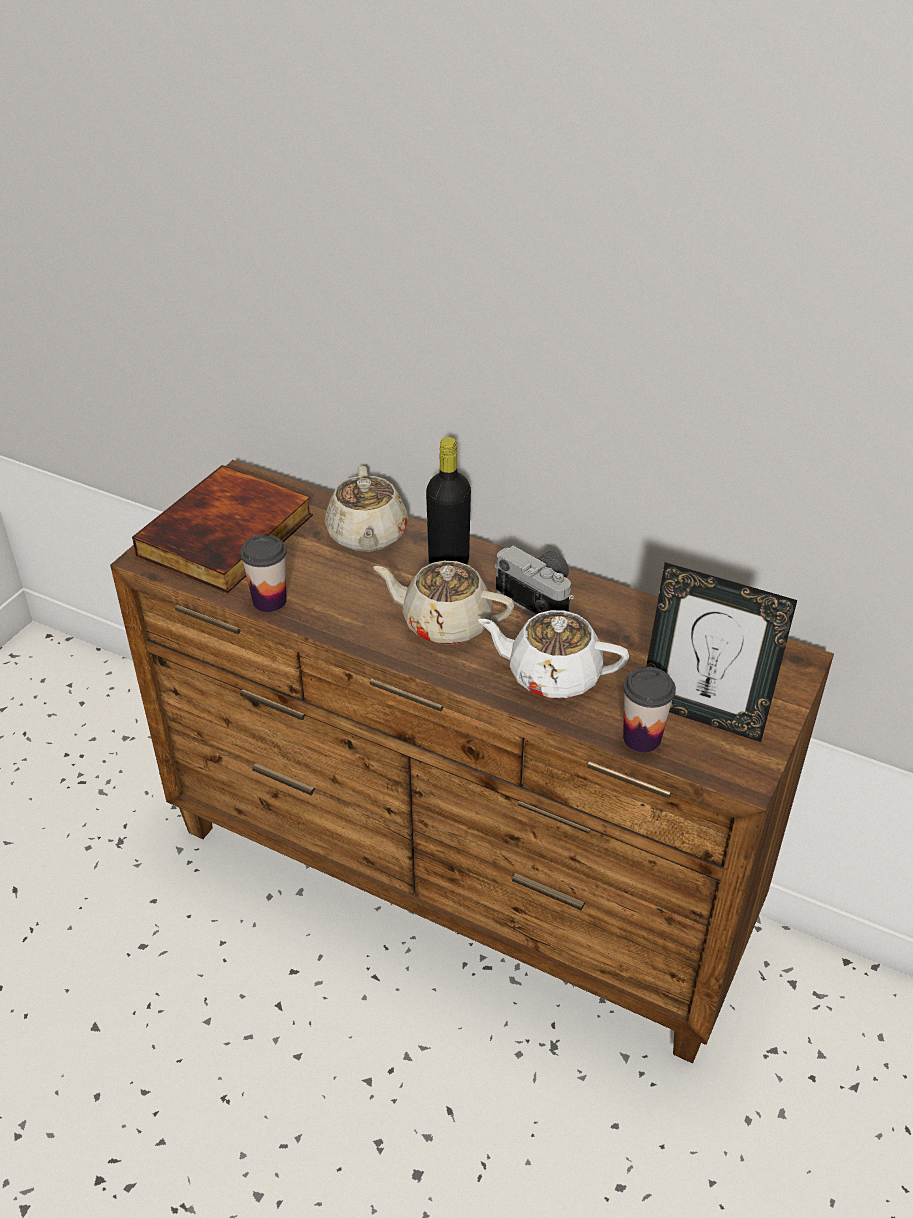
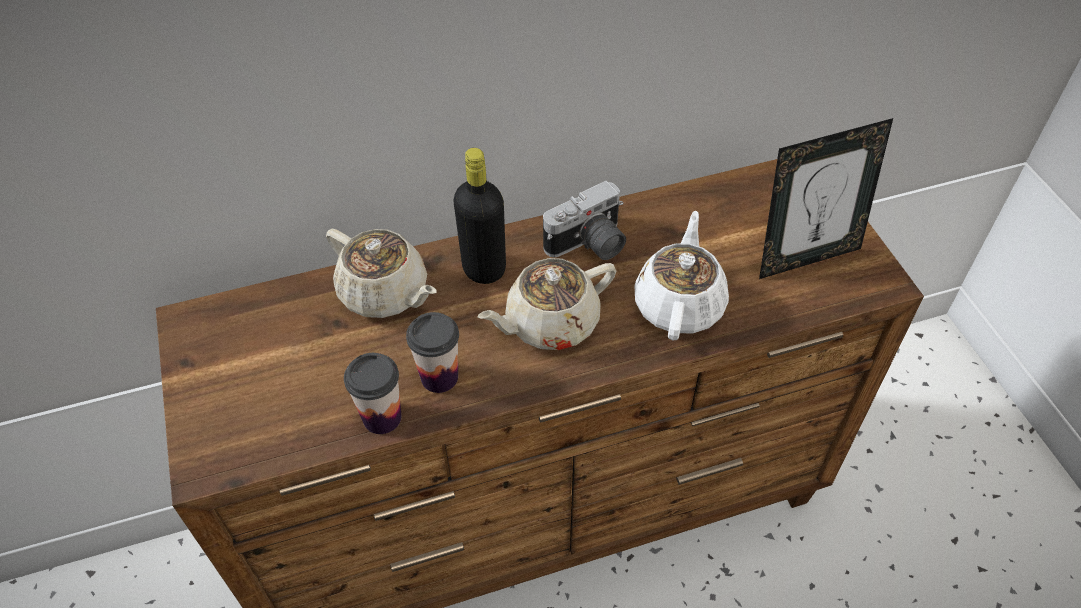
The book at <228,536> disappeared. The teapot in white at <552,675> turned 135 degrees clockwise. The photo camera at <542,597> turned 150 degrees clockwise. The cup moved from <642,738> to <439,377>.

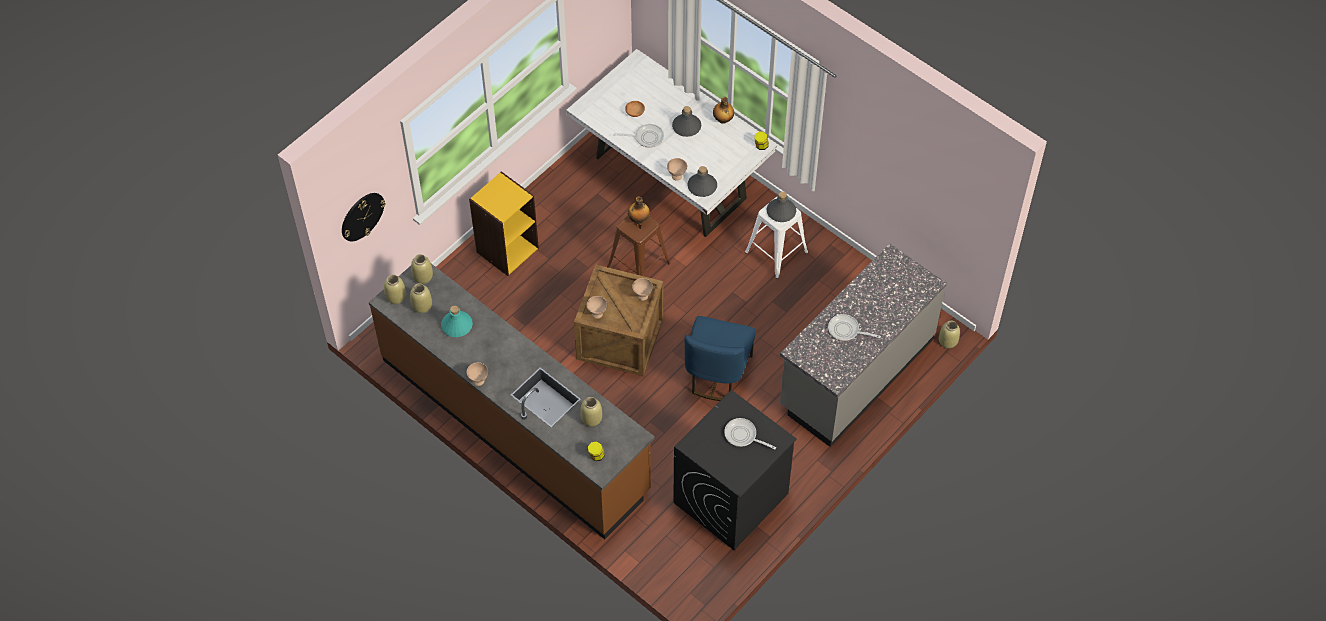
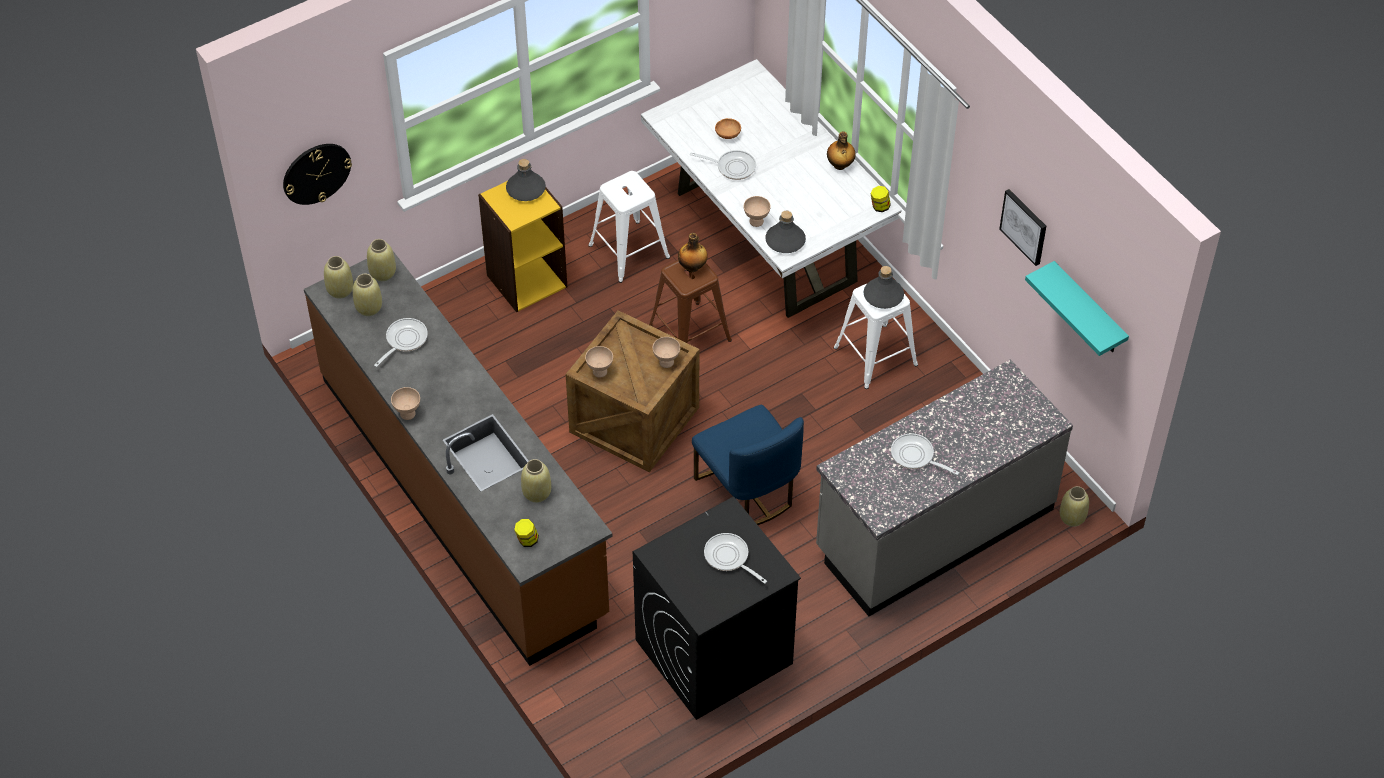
The bottle in turquoise at <456,325> was replaced by the frying pan at <404,340>. The bottle in grey moved from <687,127> to <526,189>. The chair in blue at <717,373> turned 60 degrees counterclockwise. The stool in white at <628,251> appeared. The picture at <1024,226> appeared. The shelf in turquoise at <1088,310> appeared.

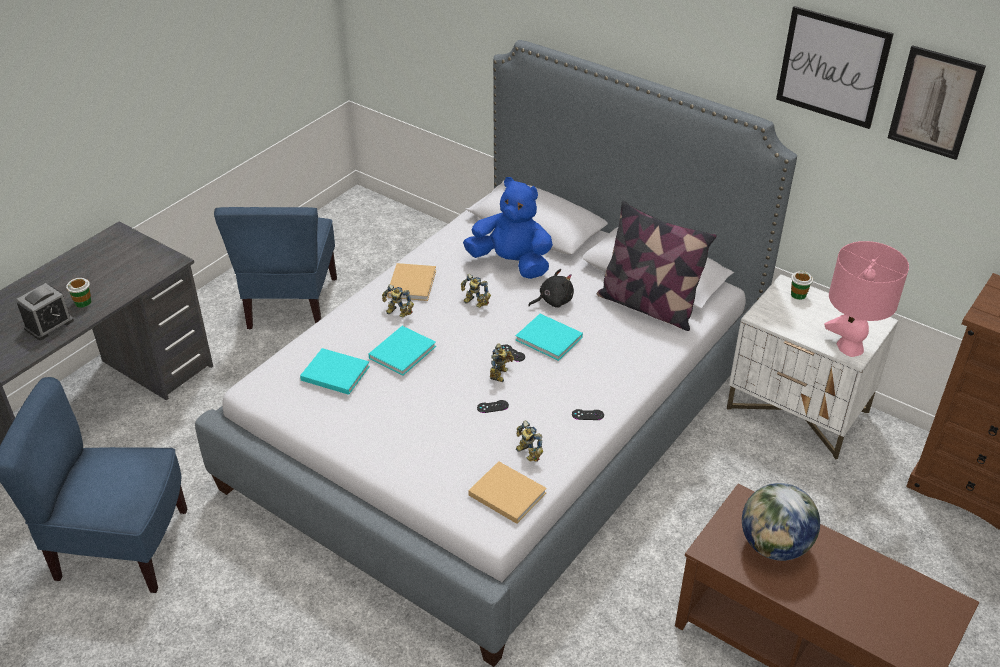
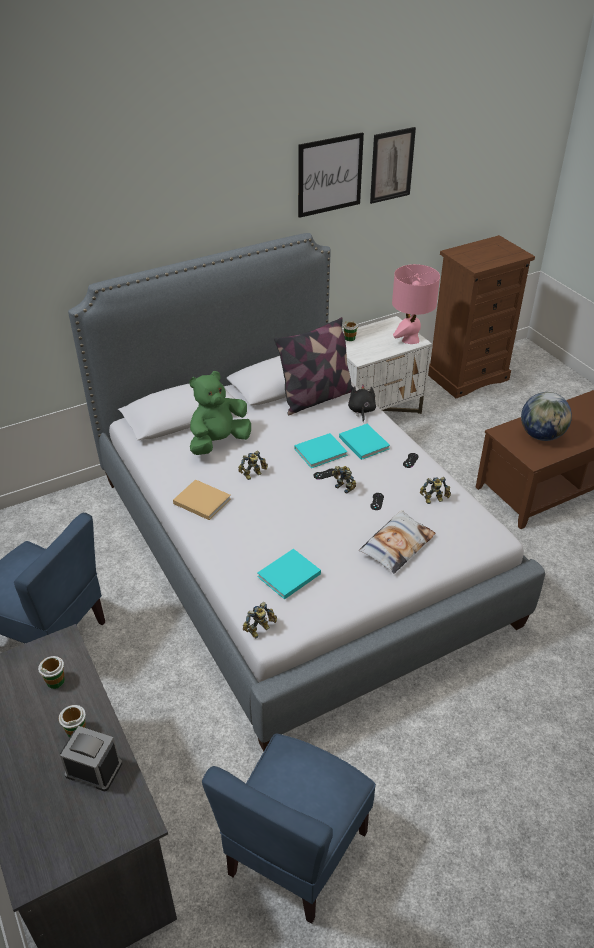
The alarm clock at <49,324> turned 45 degrees counterclockwise. The book in turquoise moved from <403,351> to <363,442>. The toy robot moved from <397,313> to <260,630>. The plush toy in blue at <511,263> became the plush toy in green at <218,442>. The book in beige at <505,493> disappeared. The plush toy in black moved from <553,301> to <361,411>. The cup at <55,681> appeared. The pillow at <396,545> appeared.

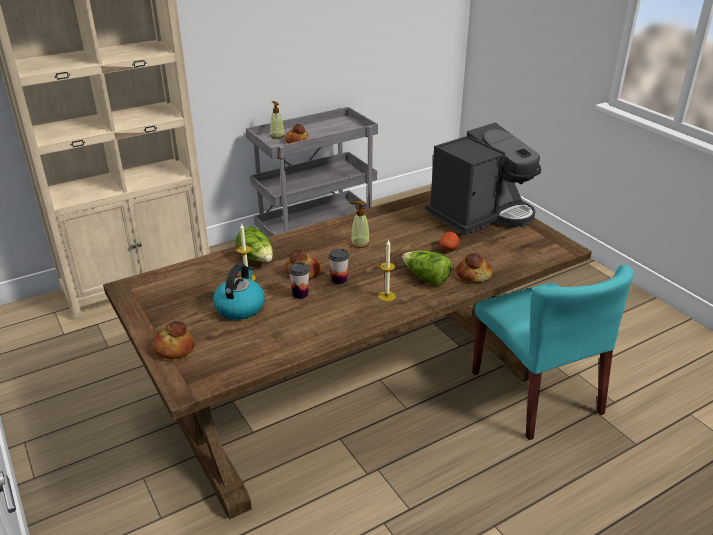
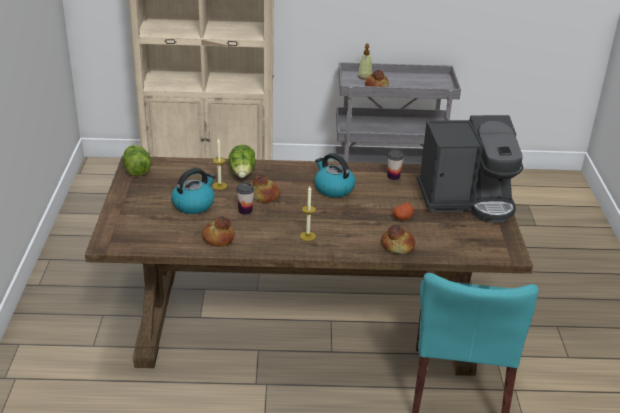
The bread moved from <173,349> to <217,238>. The cup moved from <339,280> to <393,176>. The soap dispenser at <360,243> was replaced by the kettle at <333,188>. The lettuce moved from <426,278> to <136,169>.

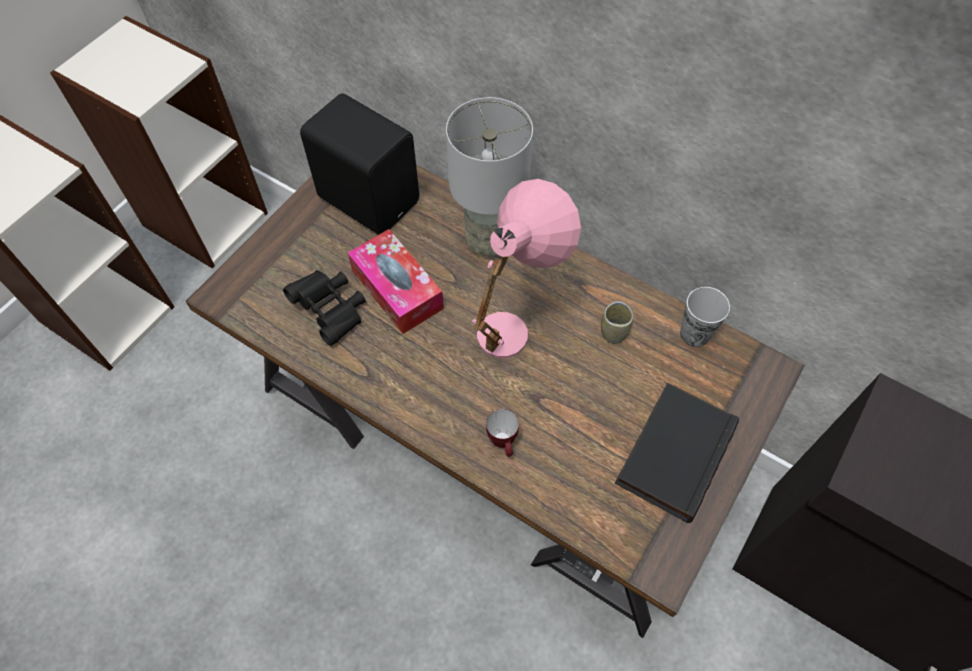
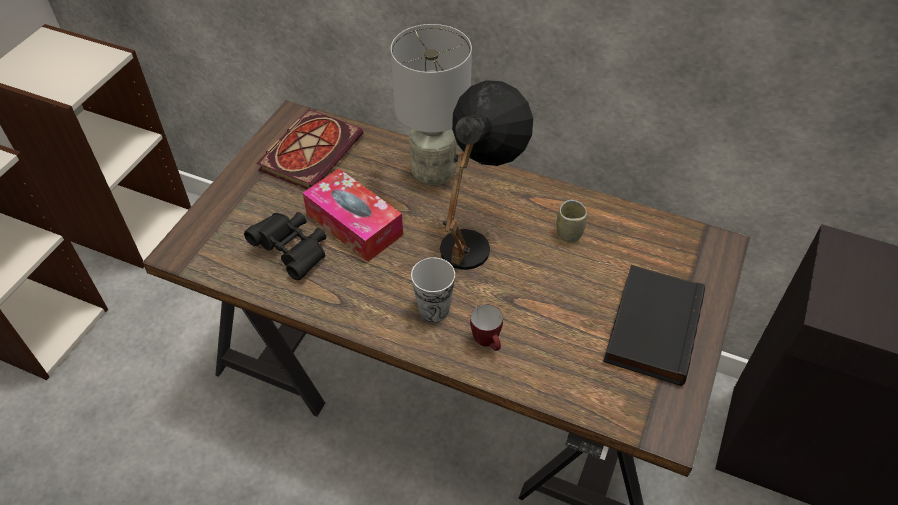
The speaker in black at <369,198> was replaced by the book at <311,151>. The table lamp in pink at <516,323> became the table lamp in black at <475,238>. The cup moved from <694,334> to <434,309>.

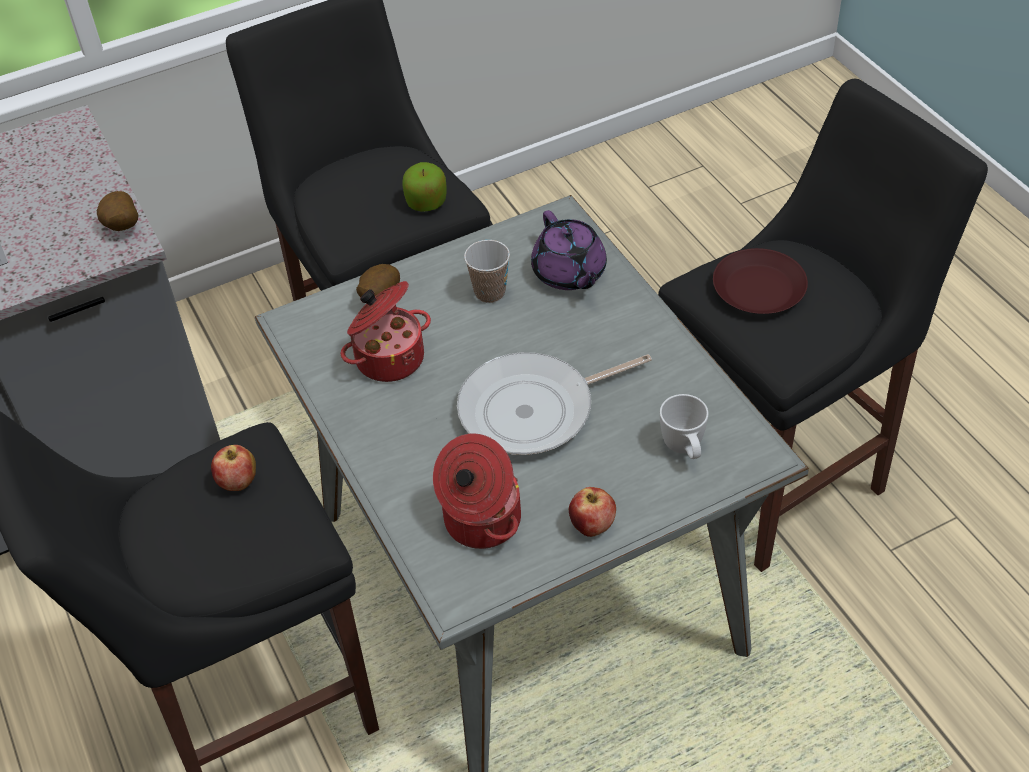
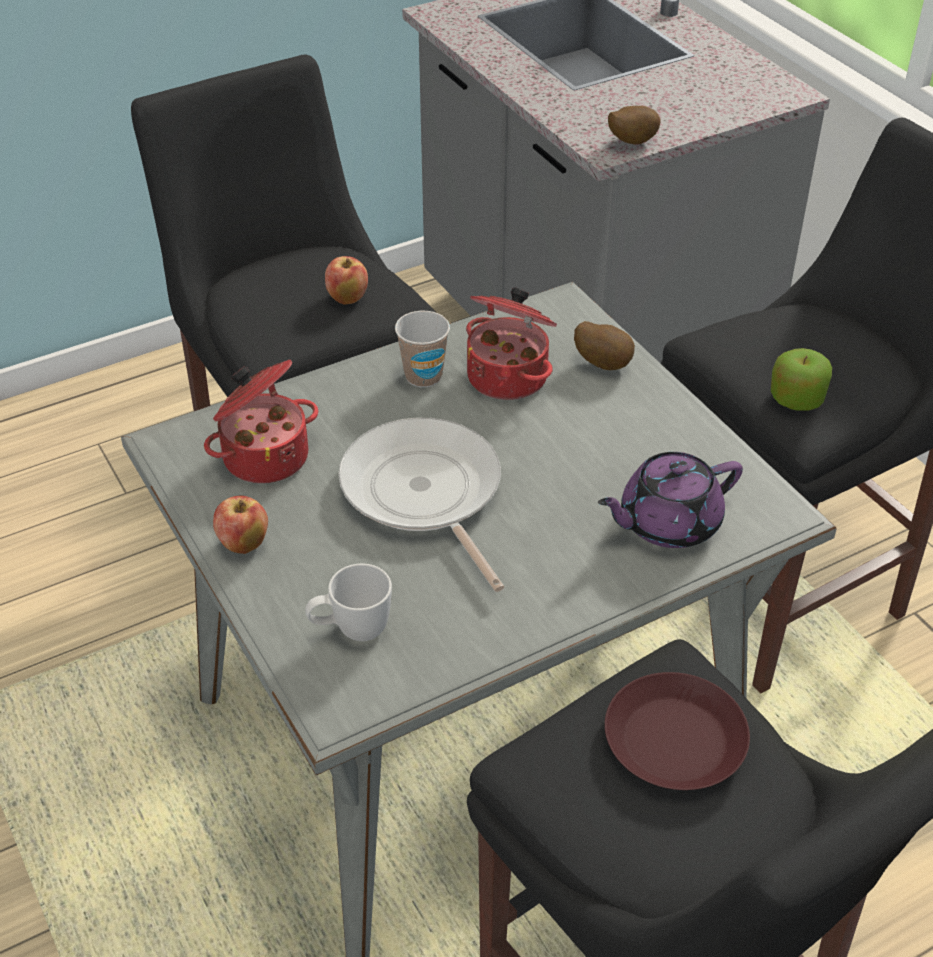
The cup moved from <490,293> to <423,376>.

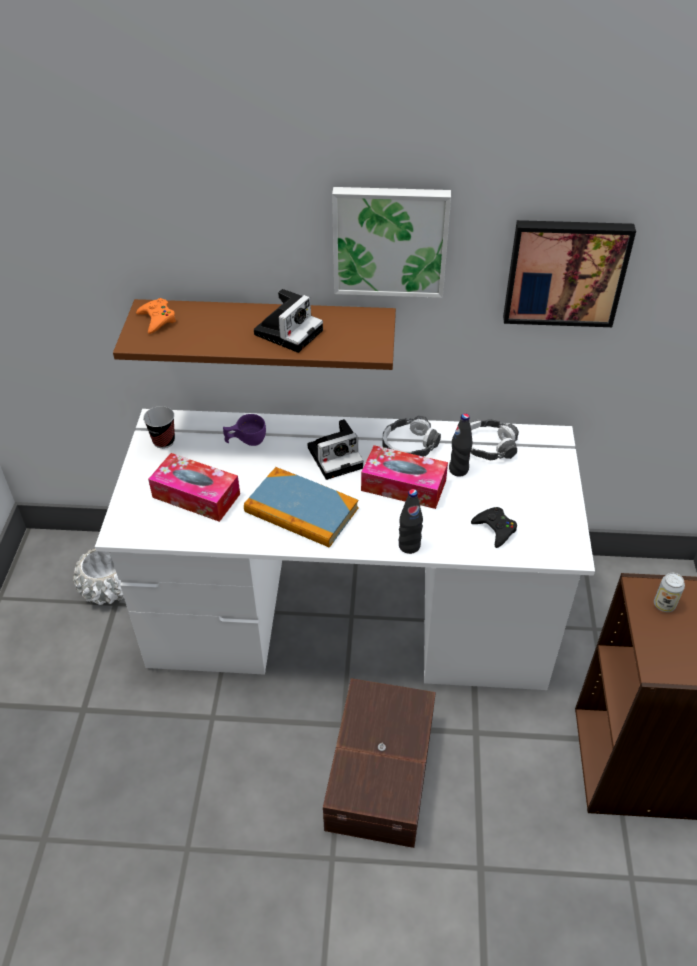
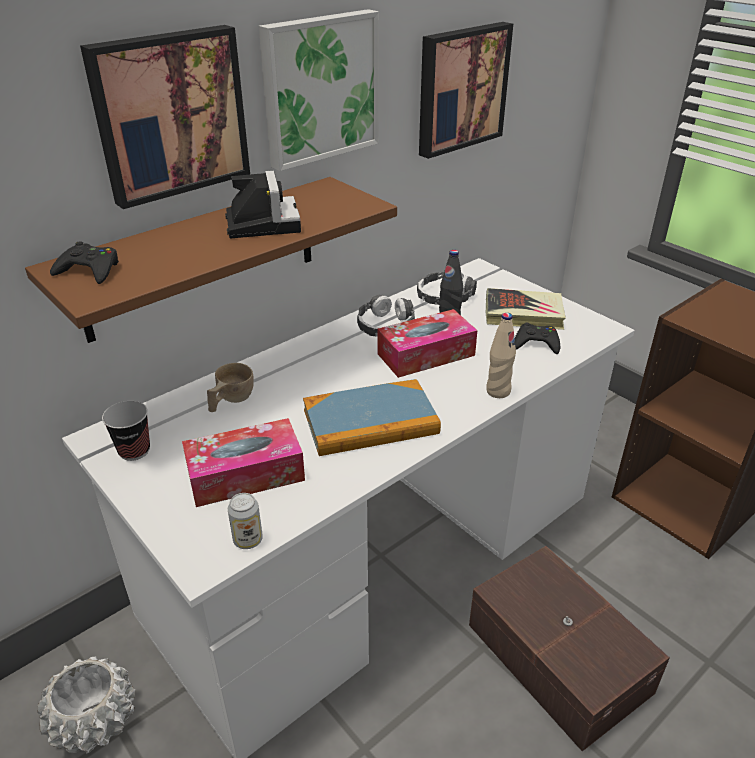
The game controller in orange at <157,319> became the game controller in black at <89,270>. The cup in purple at <245,441> became the cup in beige at <230,401>. The photo camera at <336,456> disappeared. The bottle in black at <409,546> became the bottle in beige at <498,391>. The can moved from <664,604> to <248,540>. The picture at <169,114> appeared. The book at <524,314> appeared.

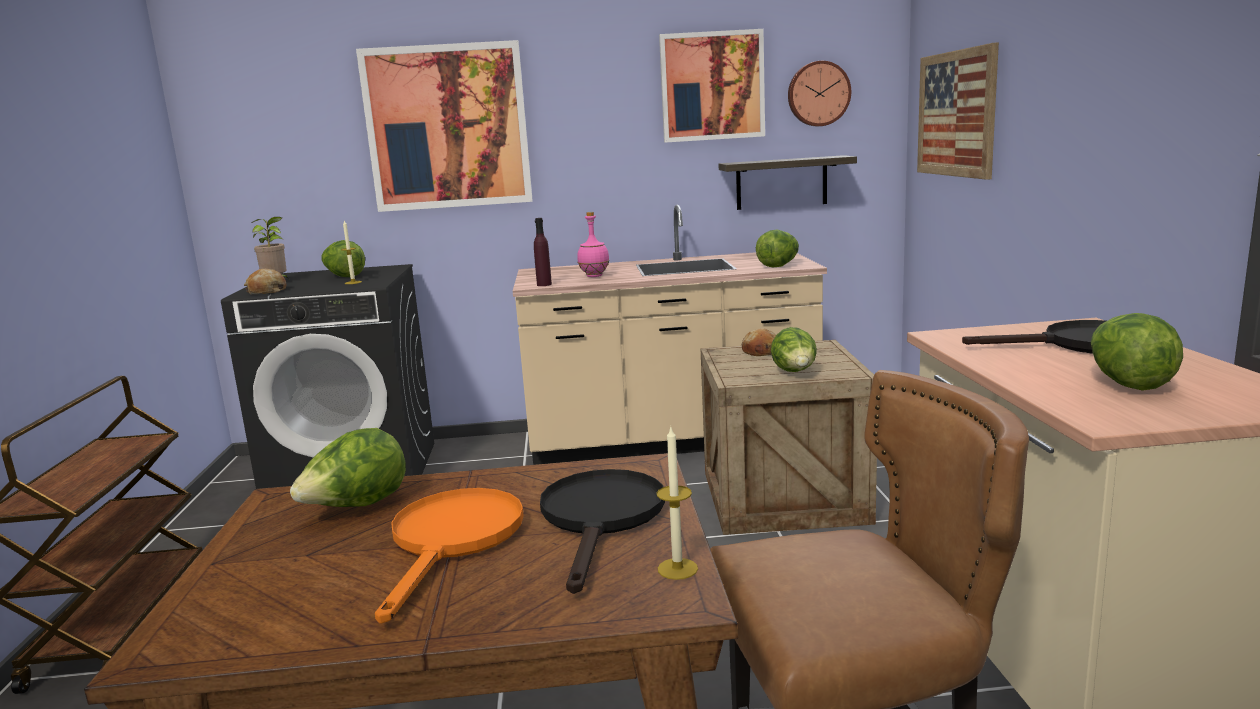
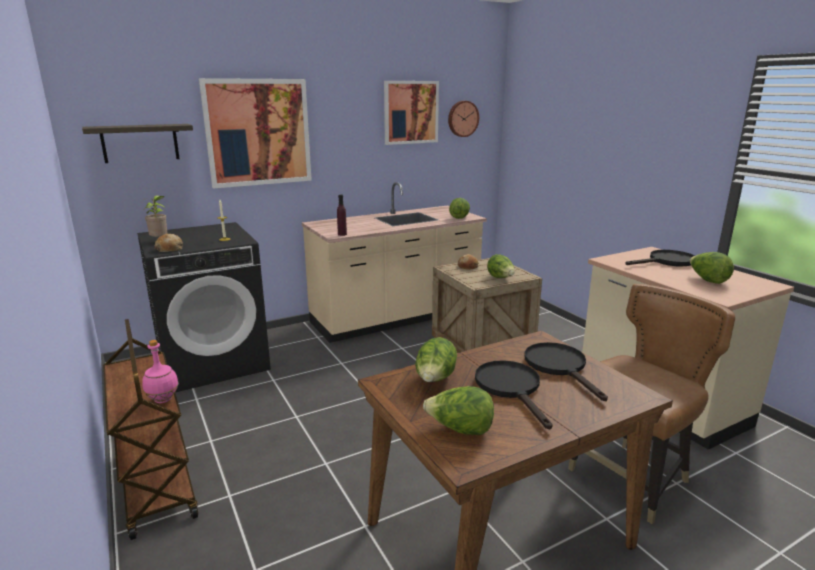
The lettuce moved from <344,277> to <460,430>. The frying pan in orange at <453,541> became the frying pan in black at <511,388>. The bottle in pink moved from <594,276> to <163,400>. The candle at <677,569> disappeared. The shelf moved from <781,183> to <140,143>. The picture at <956,114> disappeared.

